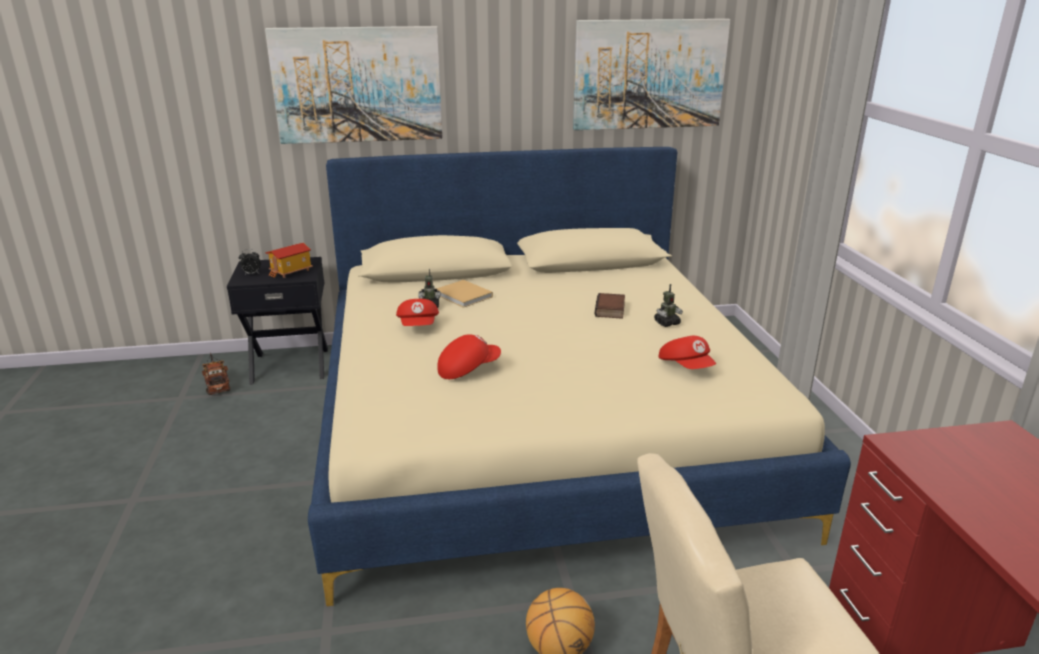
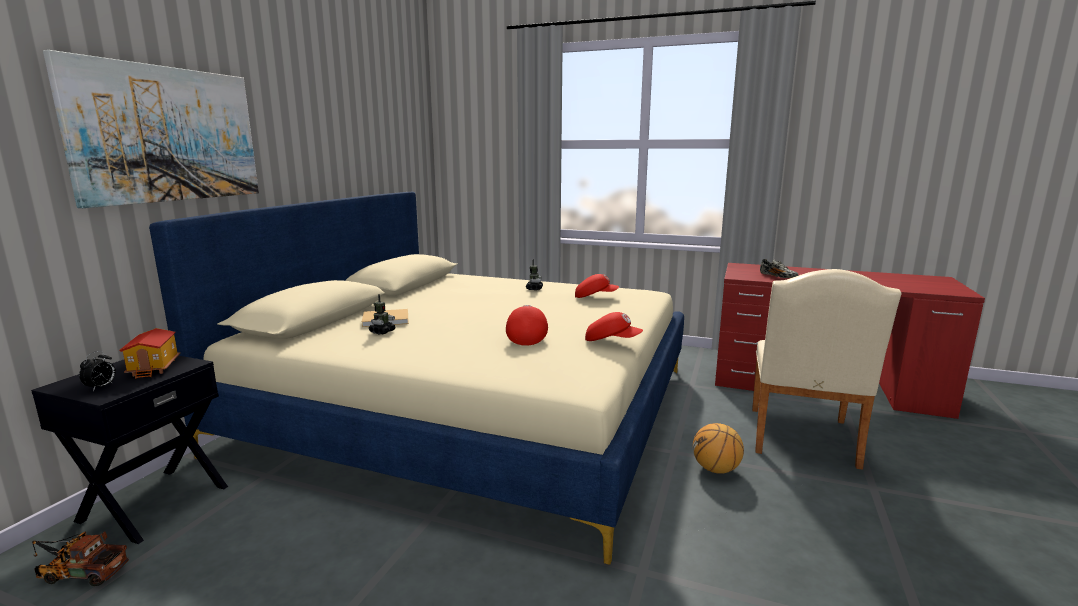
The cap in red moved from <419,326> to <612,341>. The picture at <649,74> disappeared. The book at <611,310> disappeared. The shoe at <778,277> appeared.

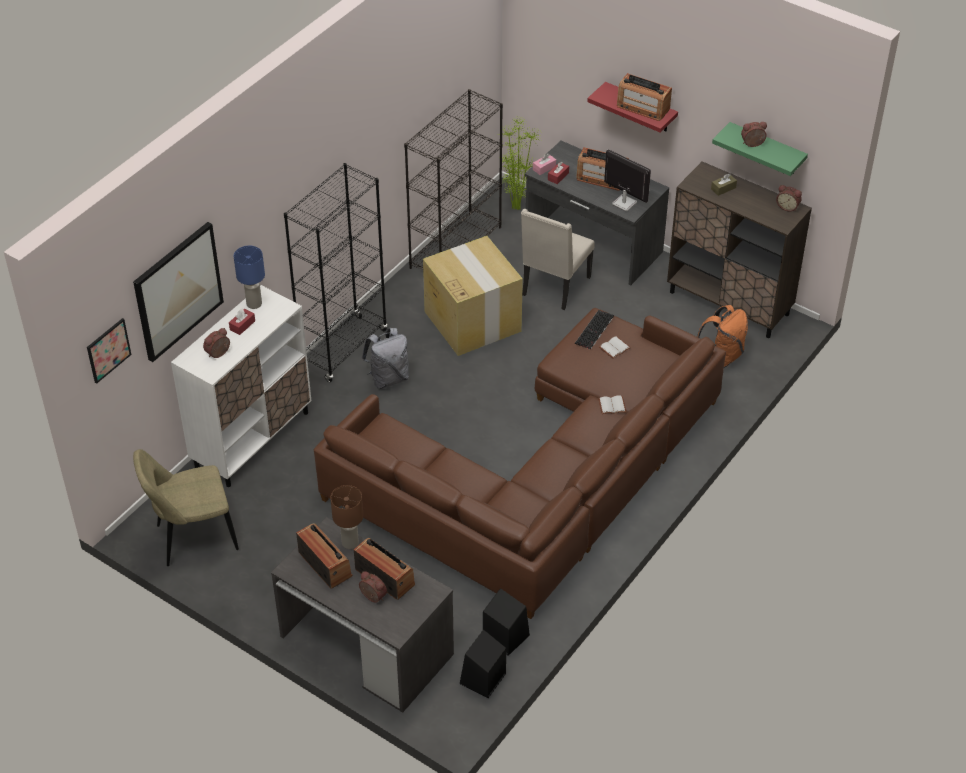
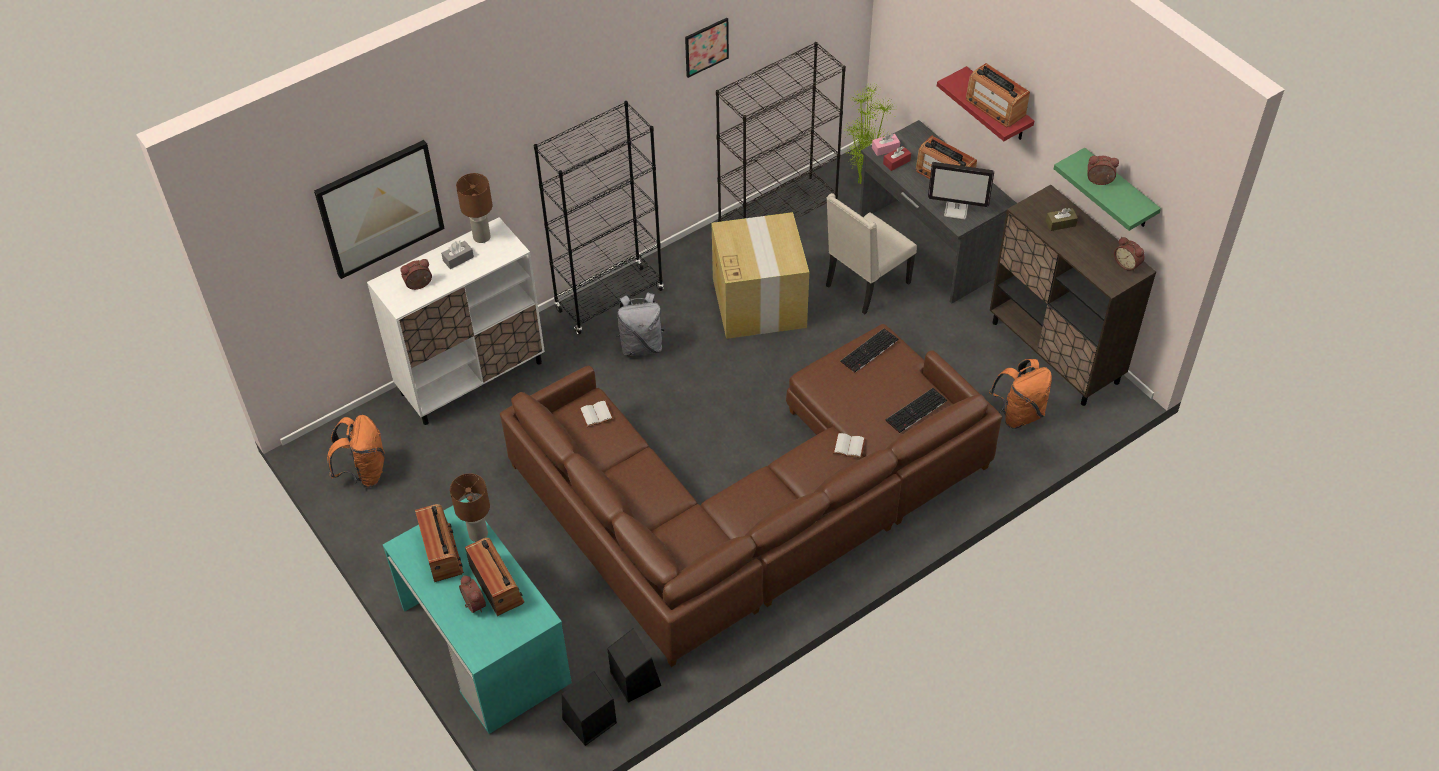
The picture moved from <108,350> to <706,47>. The chair in beige at <192,538> was replaced by the backpack in orange at <364,472>. The tissue box in red at <242,325> became the tissue box in grey at <458,259>. The table lamp in blue at <253,304> became the table lamp in brown at <481,237>. The desk in grey at <366,646> became the desk in turquoise at <484,645>. The book in white moved from <614,347> to <596,413>. The monitor at <624,203> turned 135 degrees clockwise. The keyboard at <916,411> appeared.

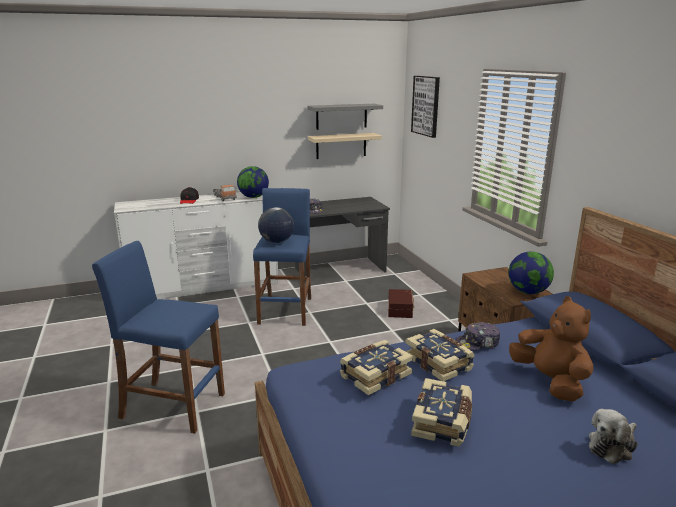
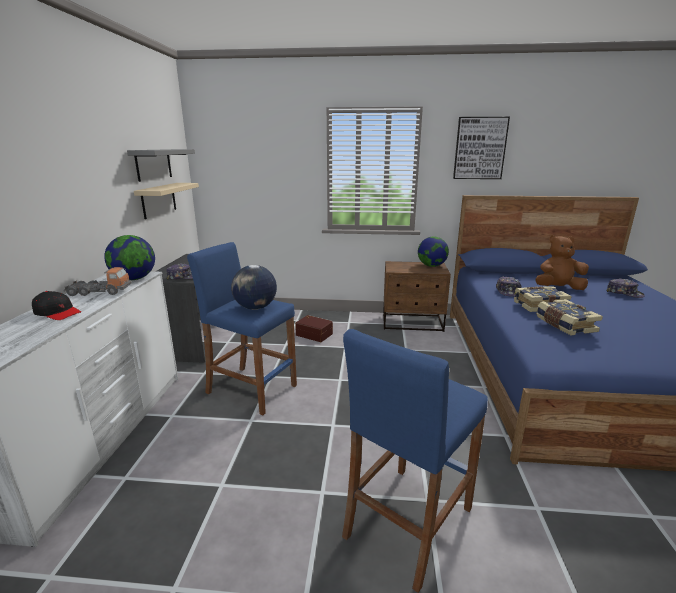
The picture moved from <426,105> to <480,148>. The book at <443,422> disappeared. The plush toy at <612,446> was replaced by the cap at <624,293>.

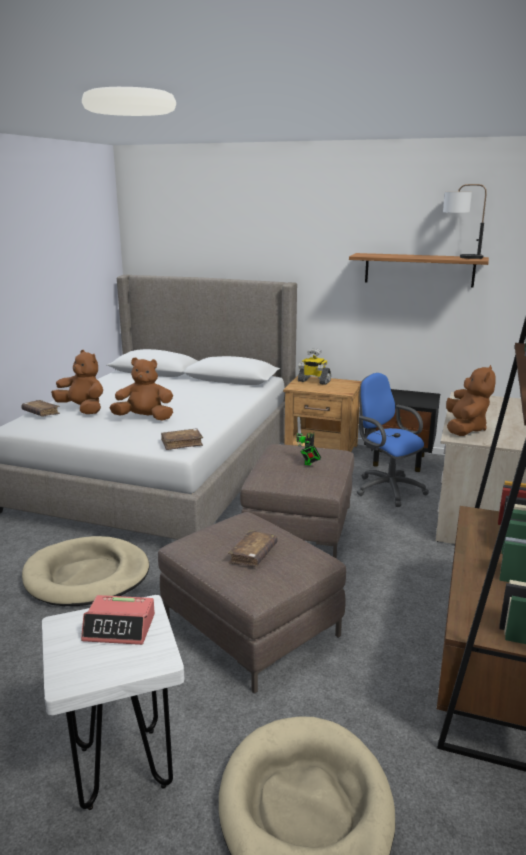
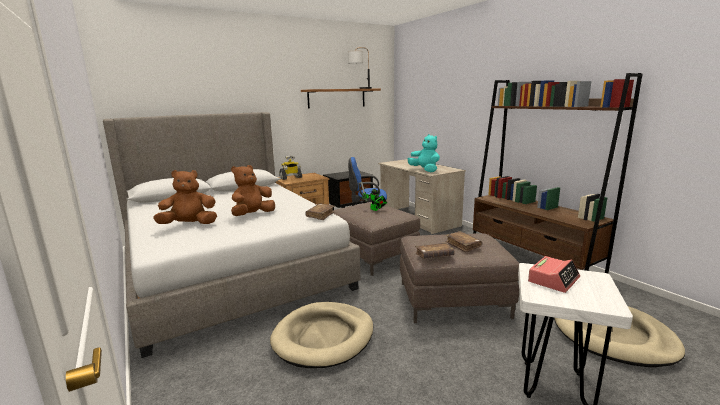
The book in brown moved from <41,413> to <434,255>. The plush toy in brown at <465,429> became the plush toy in turquoise at <425,170>.

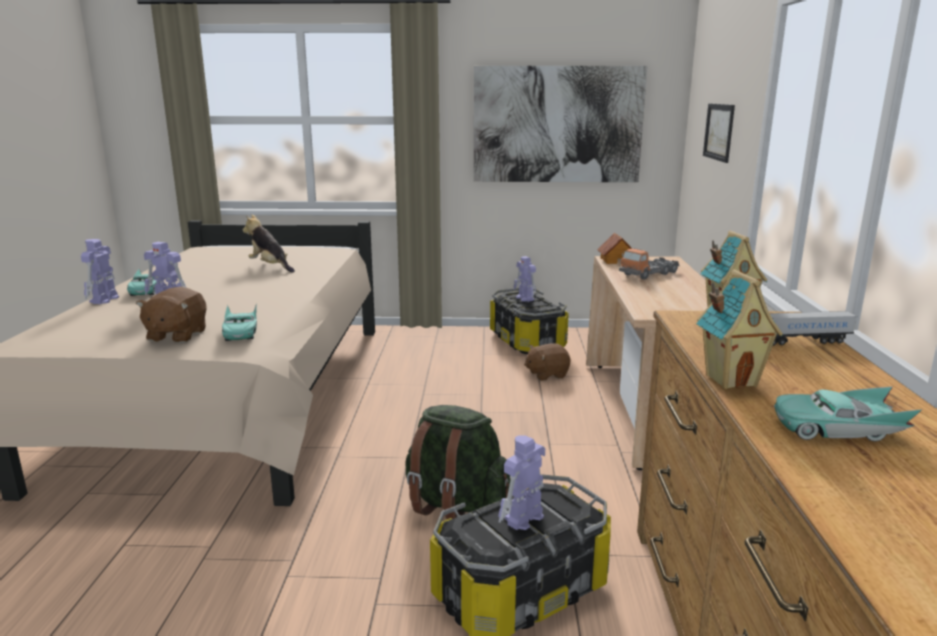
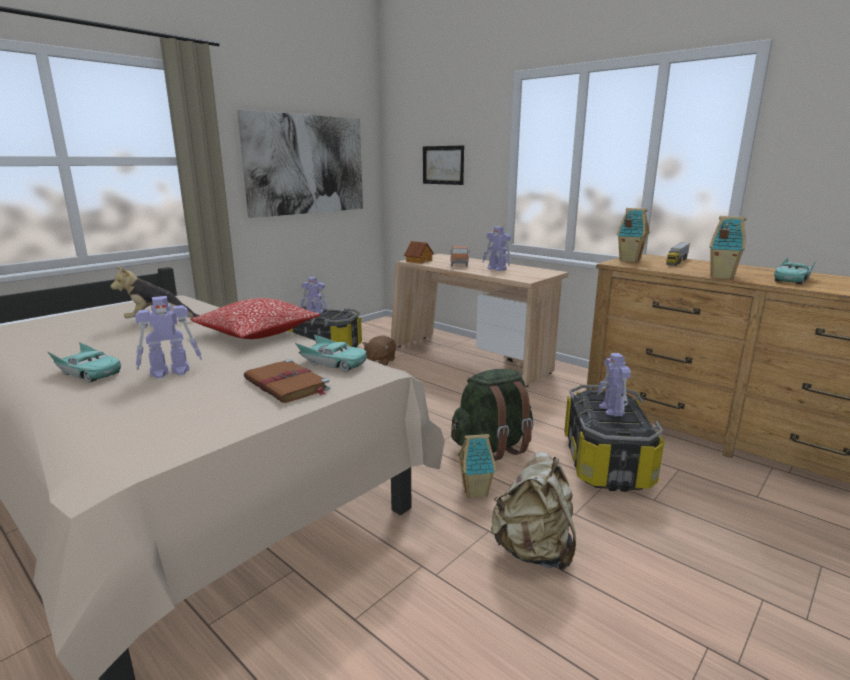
The toy robot moved from <104,300> to <497,269>. The plush toy in brown at <176,335> was replaced by the book in brown at <287,385>. The pillow at <257,333> appeared. The toy house at <476,491> appeared. The backpack in beige at <534,551> appeared.

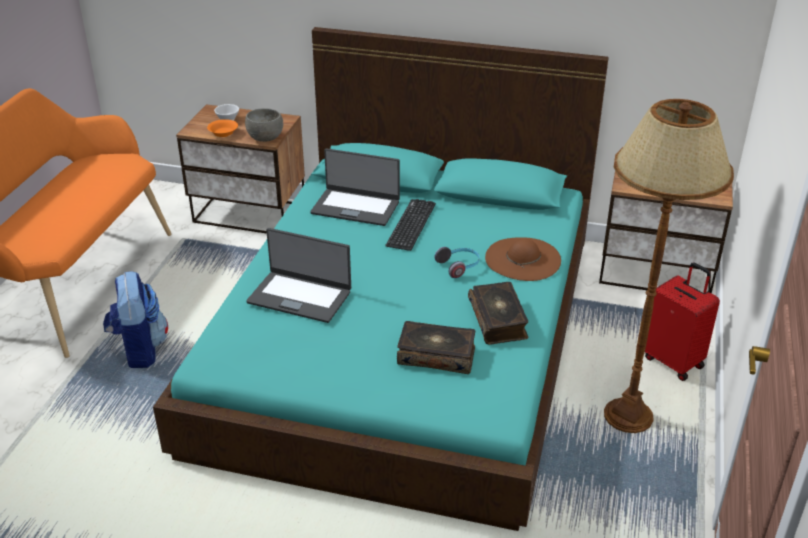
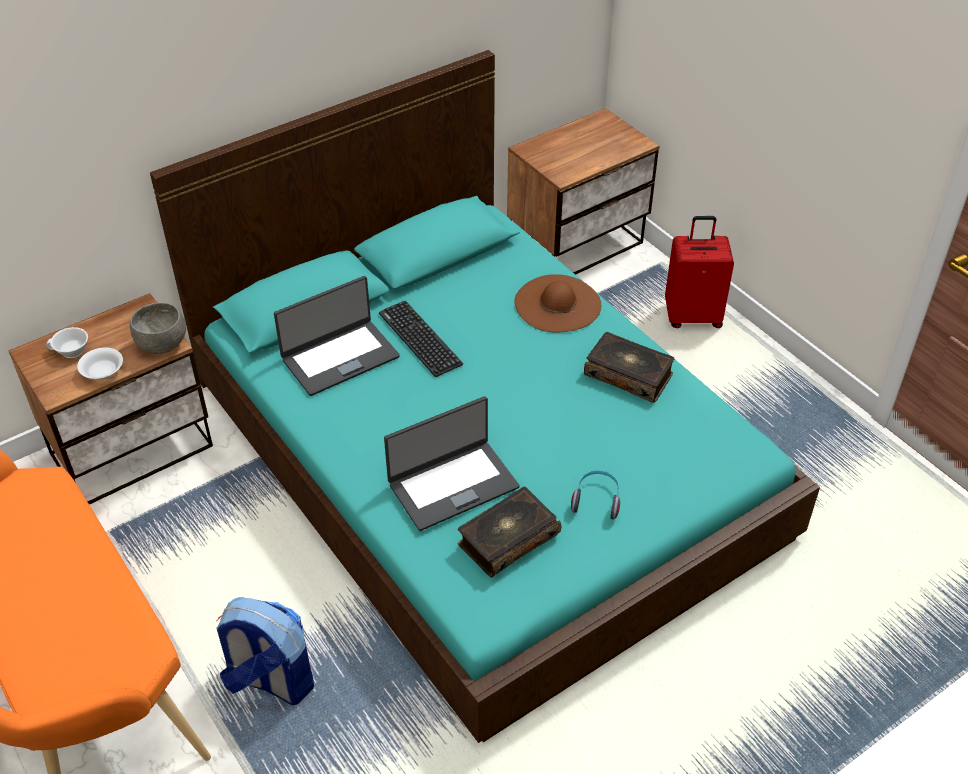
The bowl in orange at <223,134> became the bowl in white at <103,371>. The book moved from <436,355> to <507,539>. The headphones moved from <459,266> to <597,500>. The floor lamp in brown at <627,416> disappeared.

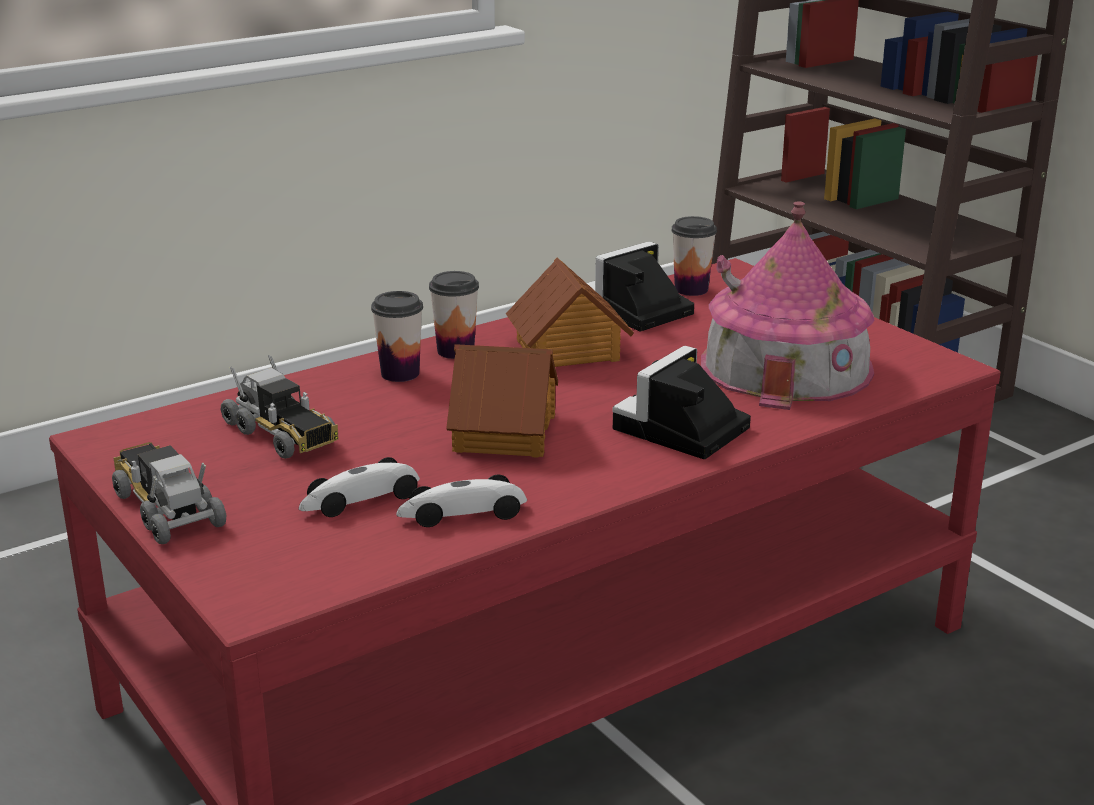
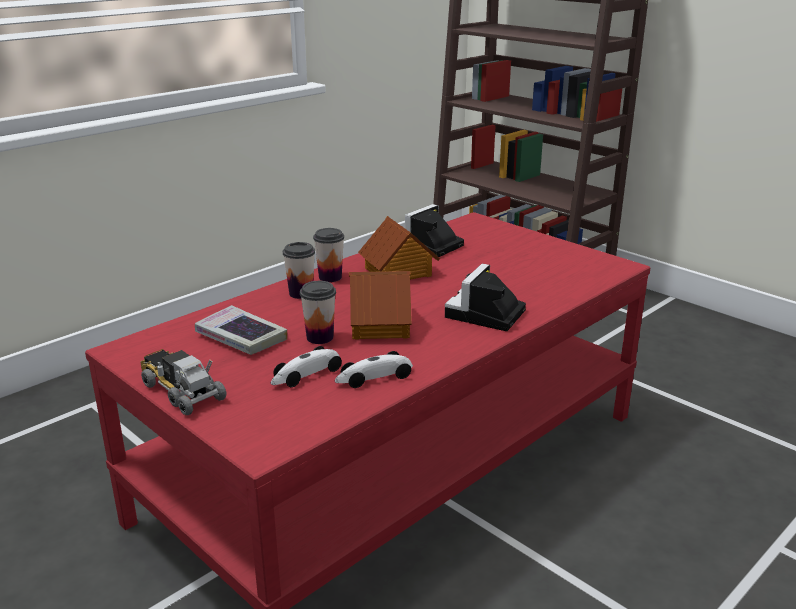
The toy truck at <283,435> was replaced by the book at <241,337>. The cup moved from <691,289> to <320,337>. The toy house at <786,366> disappeared.

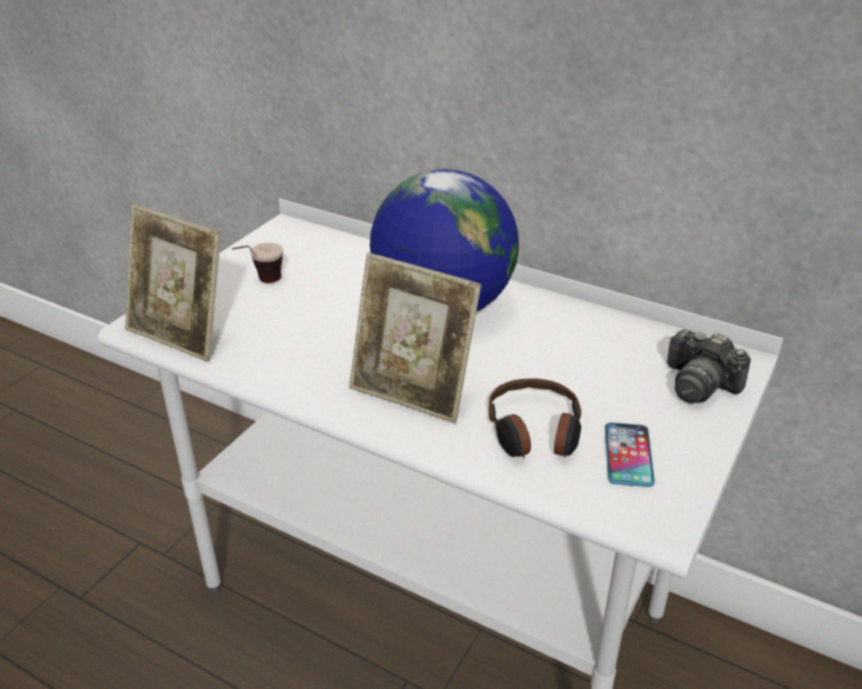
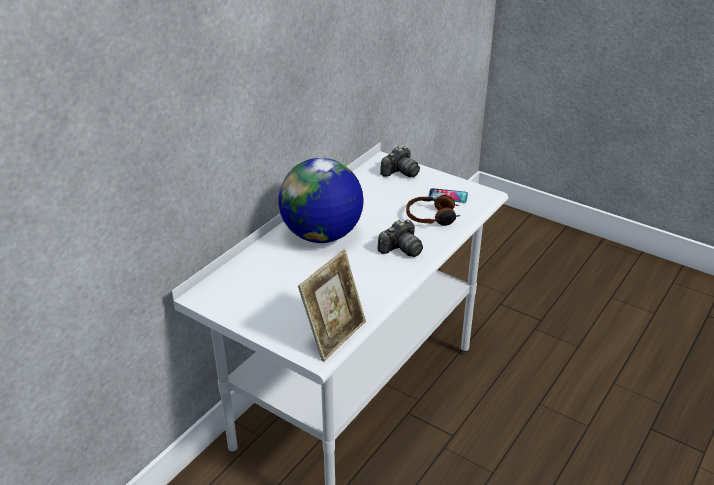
The cup at <260,284> disappeared. The picture frame at <412,393> was replaced by the photo camera at <401,249>.

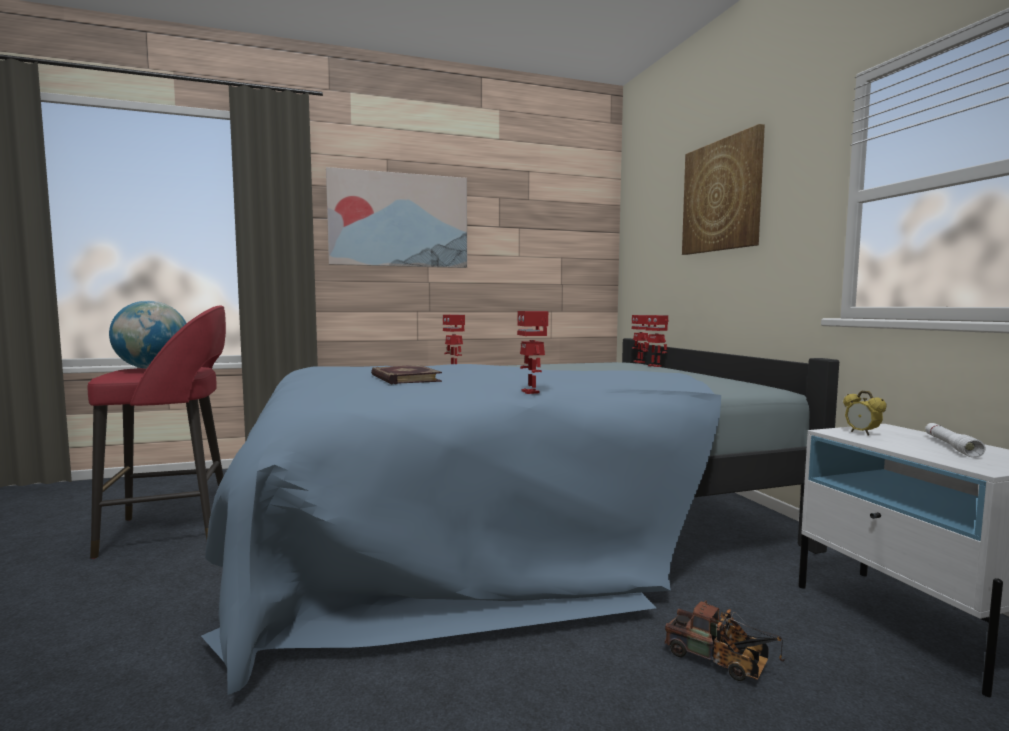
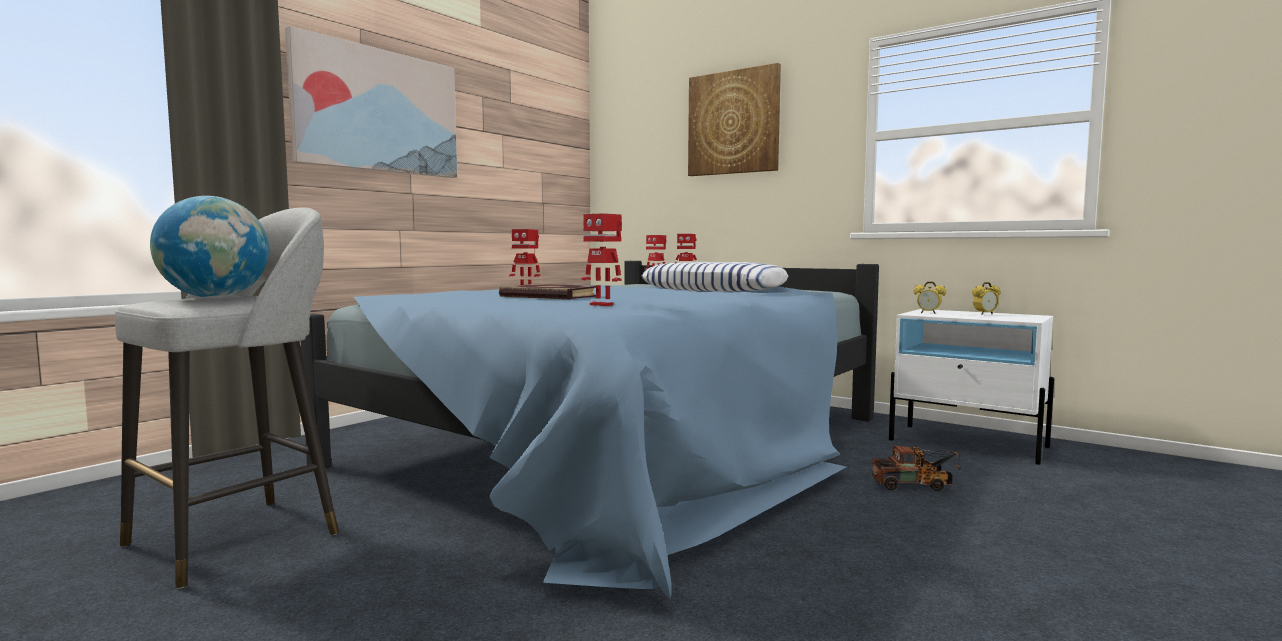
The stool in red at <172,531> became the stool in grey at <239,537>. The toy robot moved from <531,392> to <602,305>. The flashlight in white at <950,446> was replaced by the alarm clock at <985,314>. The pillow at <715,289> appeared.

